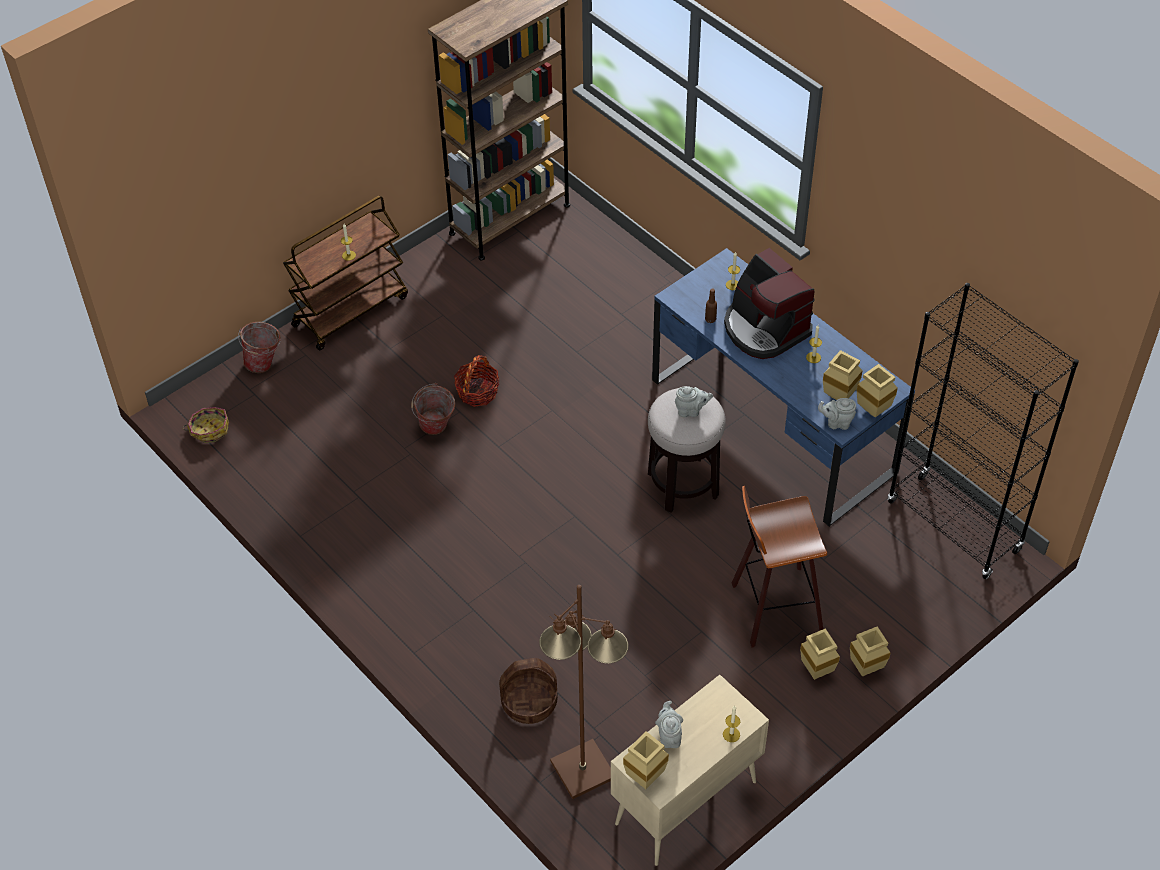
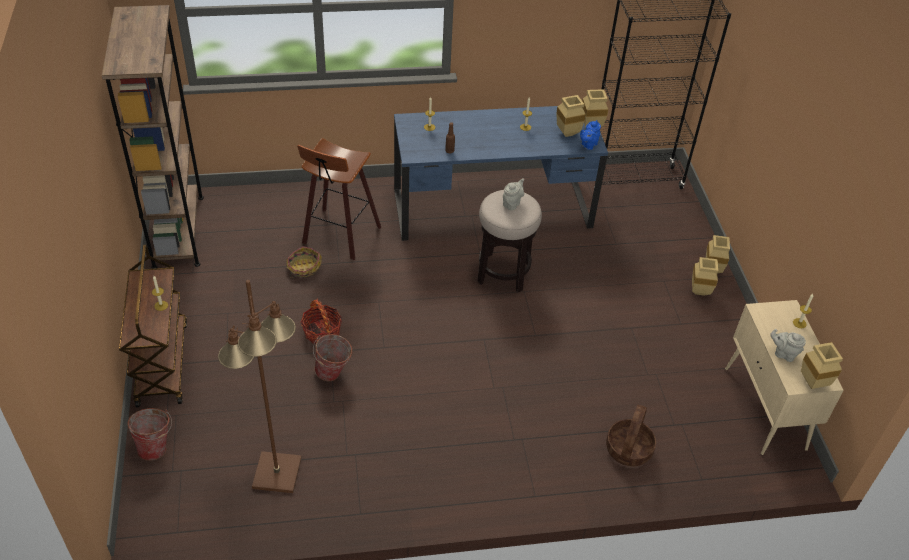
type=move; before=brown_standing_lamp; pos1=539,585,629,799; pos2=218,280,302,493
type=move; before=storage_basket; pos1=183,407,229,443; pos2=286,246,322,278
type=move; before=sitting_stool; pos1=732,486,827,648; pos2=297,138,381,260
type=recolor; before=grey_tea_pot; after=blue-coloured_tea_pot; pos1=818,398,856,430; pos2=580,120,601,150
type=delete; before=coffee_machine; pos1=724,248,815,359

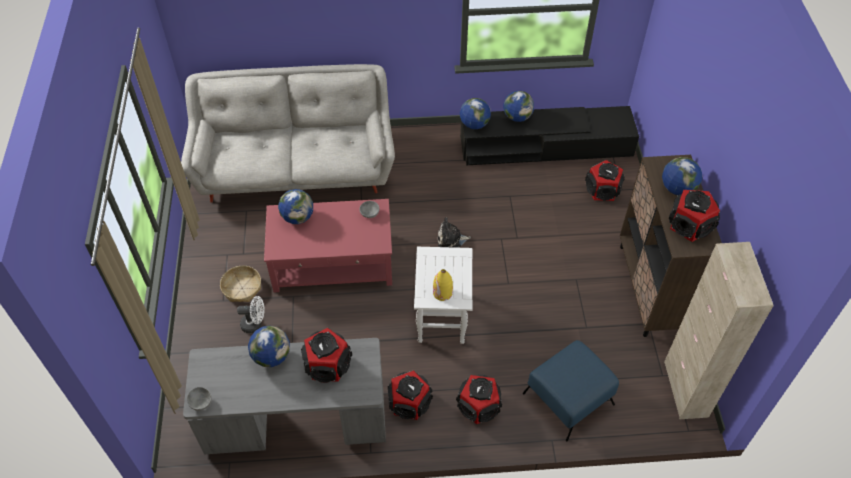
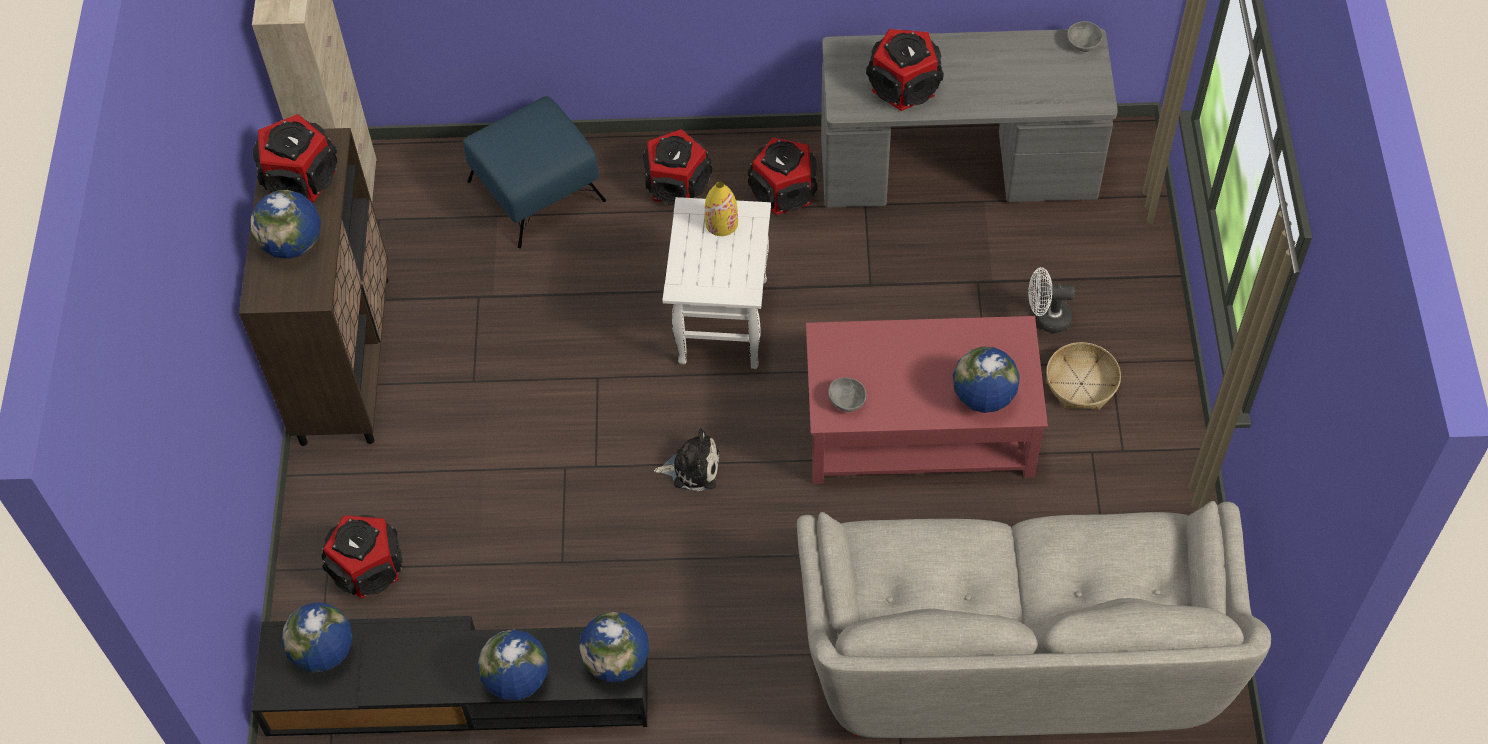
type=move; before=globe; pos1=248,326,290,367; pos2=282,602,353,673

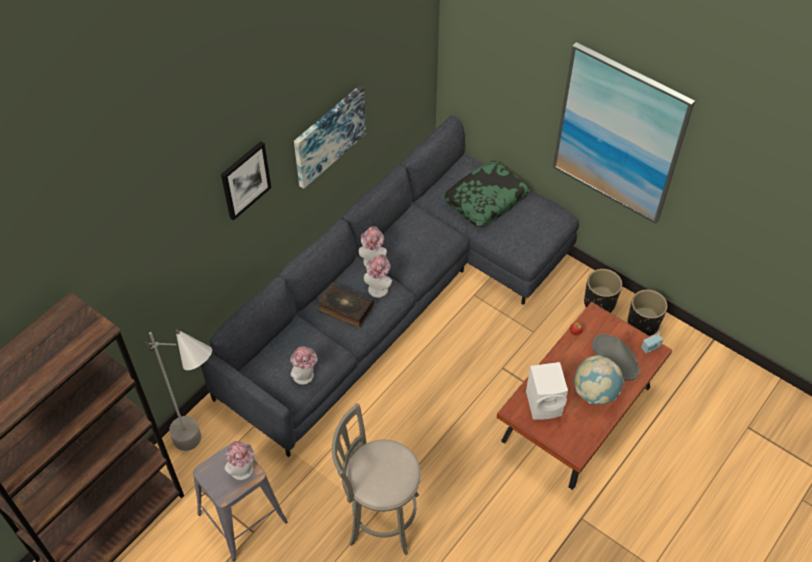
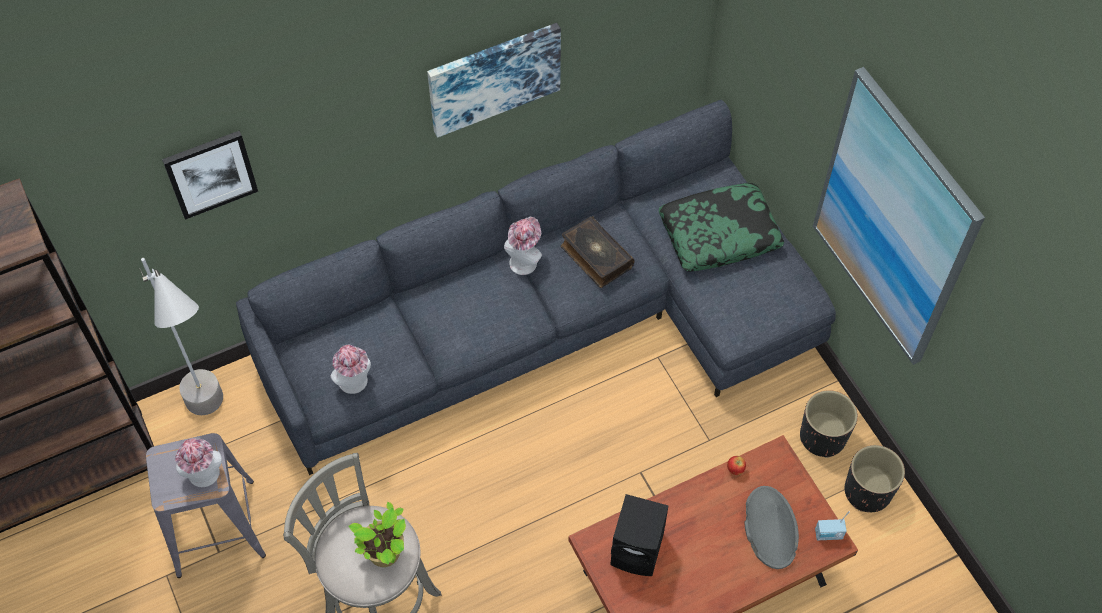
type=move; before=wall_picture; pos1=221,141,271,221; pos2=162,131,258,220
type=insert; after=plant_in_a_pot; pos2=348,502,406,567
type=move; before=bound_book; pos1=317,282,374,328; pos2=561,216,635,288
type=recolor; before=whitish_speaker; after=black_speaker; pos1=526,362,568,420; pos2=610,494,668,576
type=delete; before=hat; pos1=364,254,392,298
type=delete; before=globe; pos1=574,355,624,405

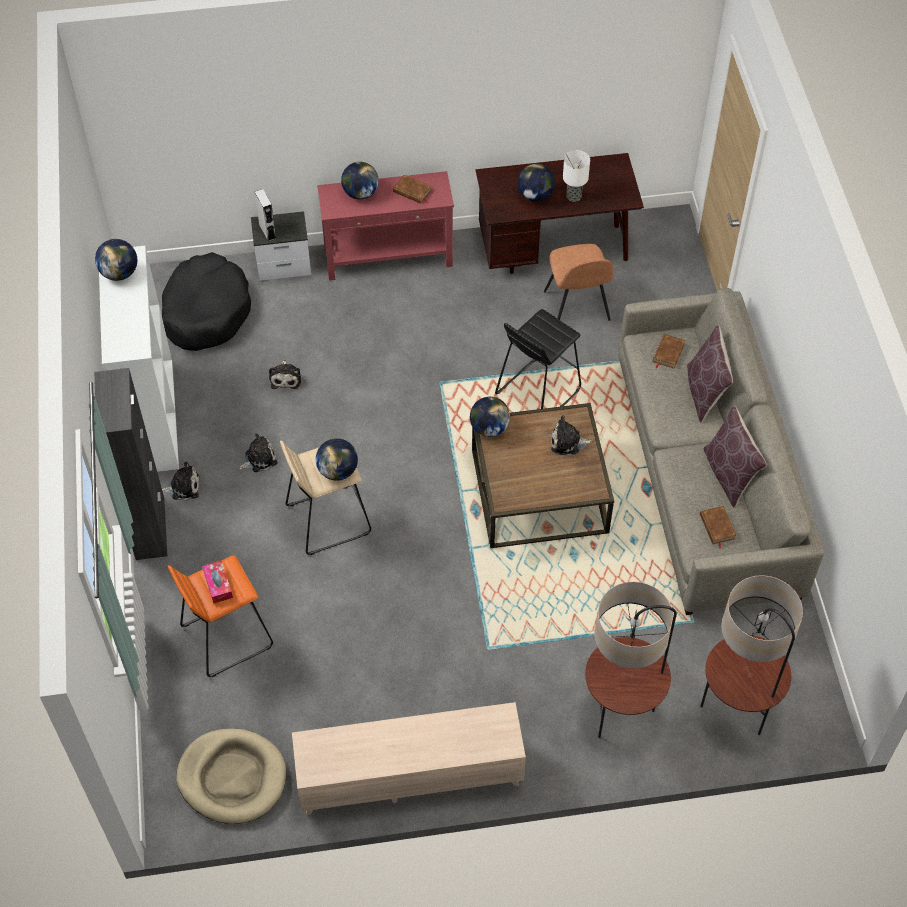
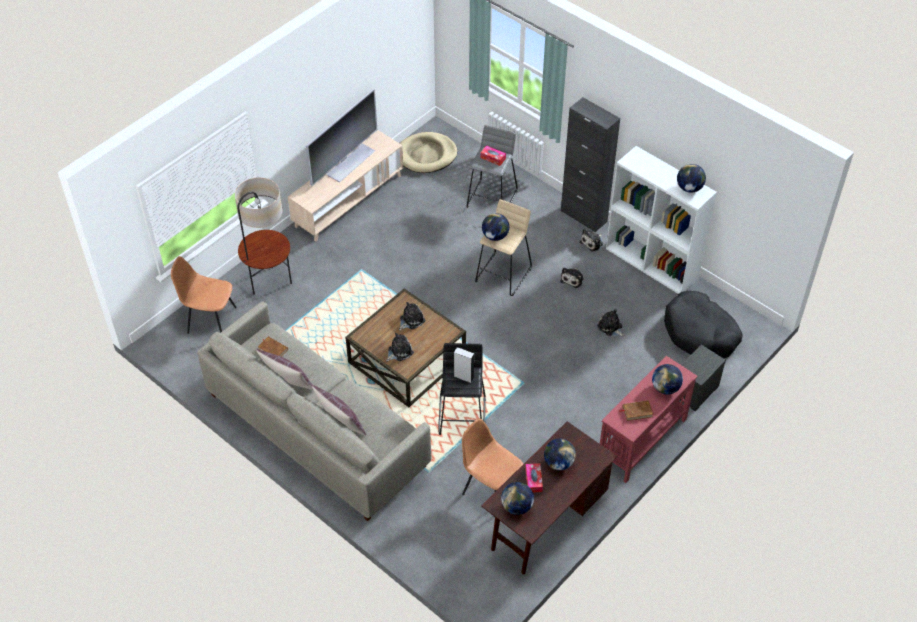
type=replace; before=standing_lamp; after=brown_plain_chair; pos1=700,575,803,735; pos2=171,256,237,334
type=insert; after=TV; pos2=306,89,377,186
type=insert; after=soft_toy; pos2=399,302,426,330
type=move; before=grey_speaker; pos1=255,189,276,241; pos2=454,347,474,383
type=recolor; before=orangey_sitting_stool; after=grey_sitting_stool; pos1=168,555,273,677; pos2=466,125,518,208
type=move; before=globe; pos1=470,397,510,437; pos2=501,482,534,515
type=replace; before=tabletop_lamp; after=tissue_holder; pos1=563,150,590,202; pos2=525,463,543,492
type=delete; before=brown_bound_book; pos1=653,334,685,369

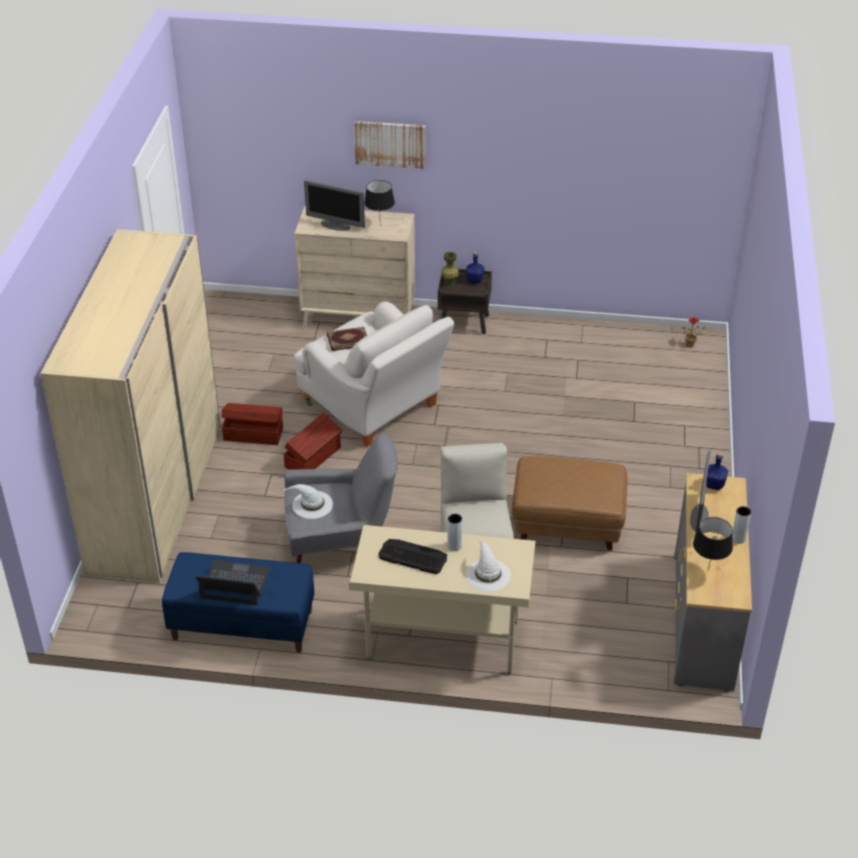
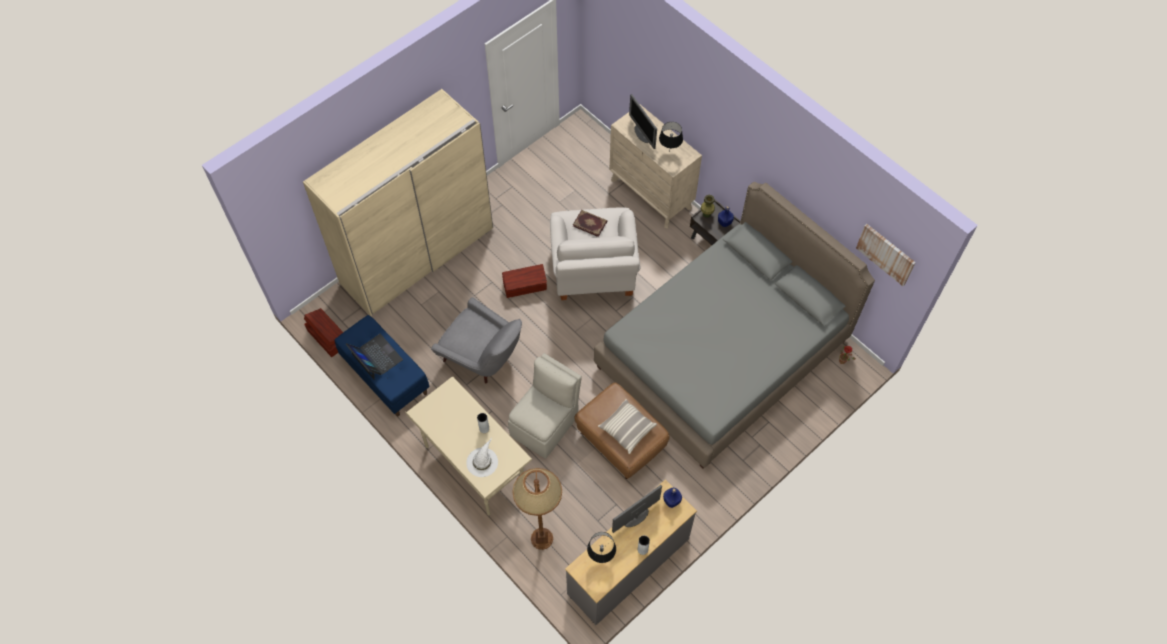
type=move; before=brown_storage_container; pos1=221,403,283,445; pos2=304,308,343,357
type=insert; after=brown_standing_lamp; pos2=512,468,562,550
type=insert; after=grey_bed; pos2=594,182,875,469
type=insert; after=cushion; pos2=598,399,657,454
type=move; before=wall_picture; pos1=354,121,425,169; pos2=856,224,916,286
type=delete; before=whitish_hat; pos1=283,484,333,519
type=delete; before=PC_keyboard; pos1=378,539,447,574

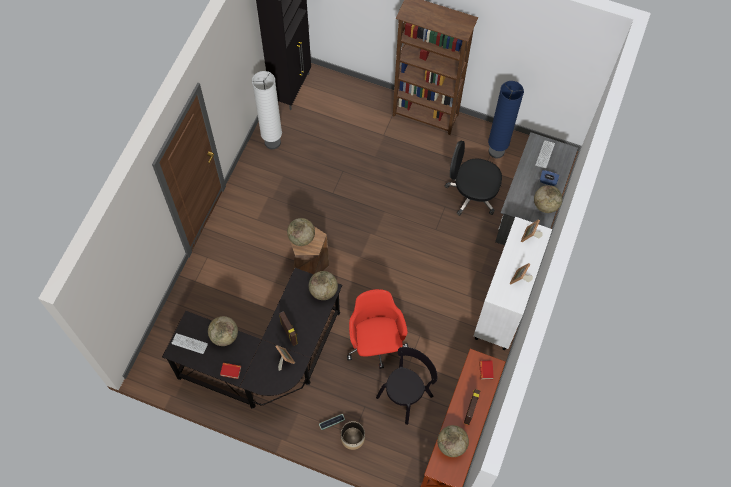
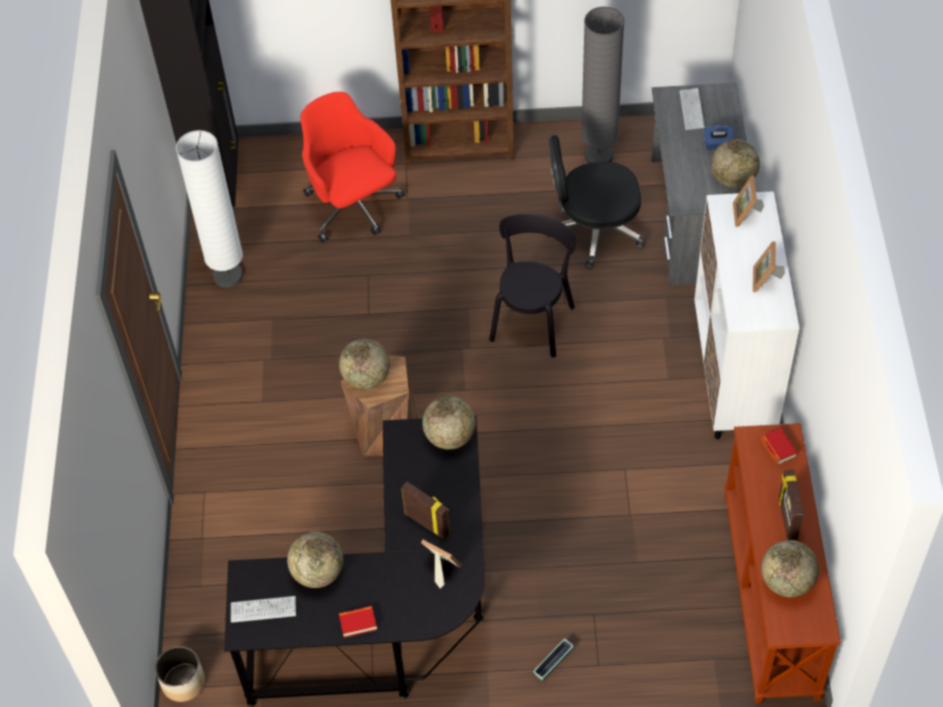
type=move; before=planter; pos1=341,421,365,450; pos2=155,646,205,702
type=move; before=red_computer_chair; pos1=347,289,408,369; pos2=300,92,405,243
type=move; before=black_plain_chair; pos1=376,347,437,425; pos2=489,214,577,358
type=recolor; before=blue-coloured_standing_lamp; after=grey_standing_lamp; pos1=488,81,524,158; pos2=581,7,625,163

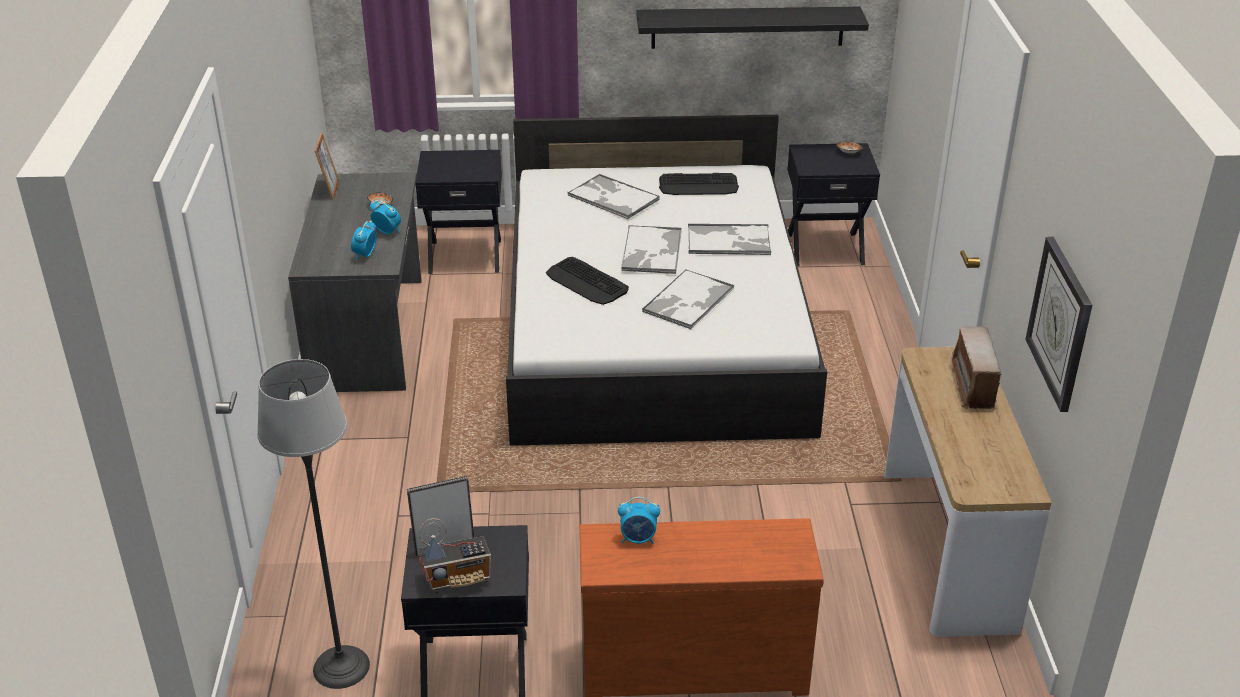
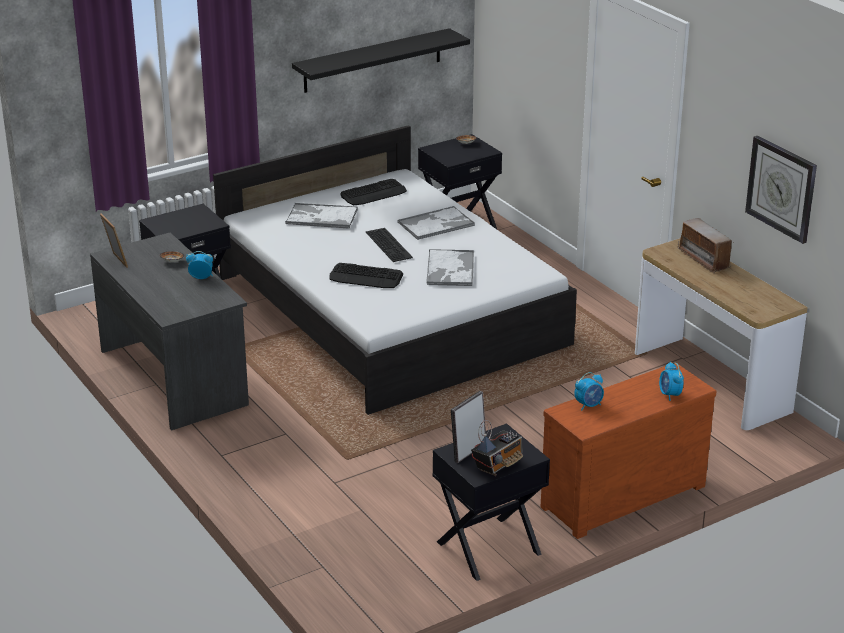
type=replace; before=carrying_tray; after=PC_keyboard; pos1=621,225,682,274; pos2=366,228,413,262
type=move; before=alarm_clock; pos1=351,220,377,260; pos2=659,362,684,401
type=delete; before=standing_lamp; pos1=257,359,370,689

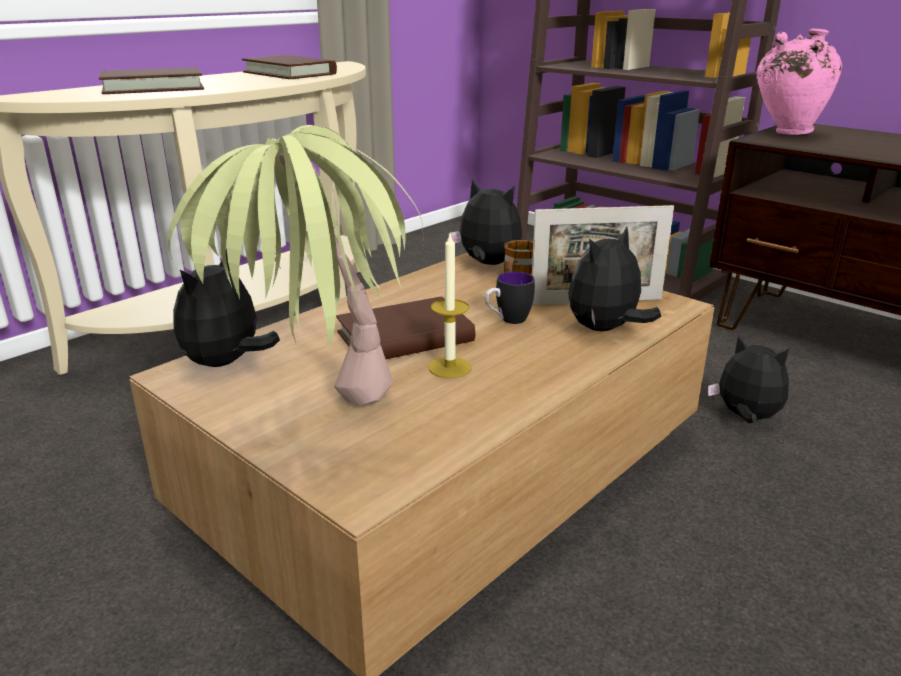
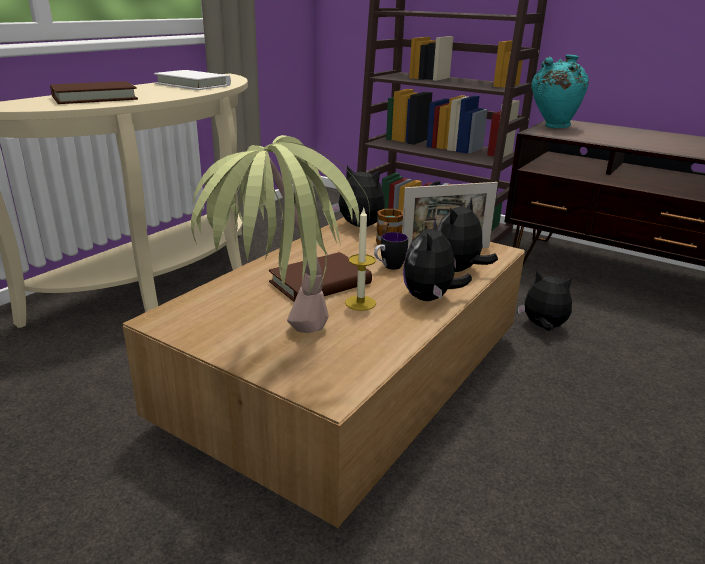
type=recolor; before=brown_bound_book; after=whitish_bound_book; pos1=242,55,337,79; pos2=154,70,231,90
type=move; before=soft_toy; pos1=173,248,280,367; pos2=403,218,472,301
type=recolor; before=pink-coloured_vase; after=turquoise_vase; pos1=756,29,842,135; pos2=531,54,589,128

